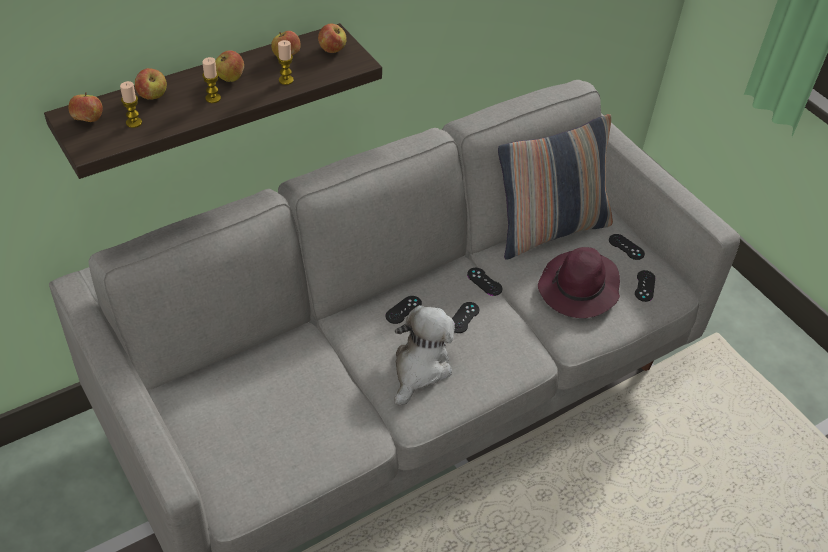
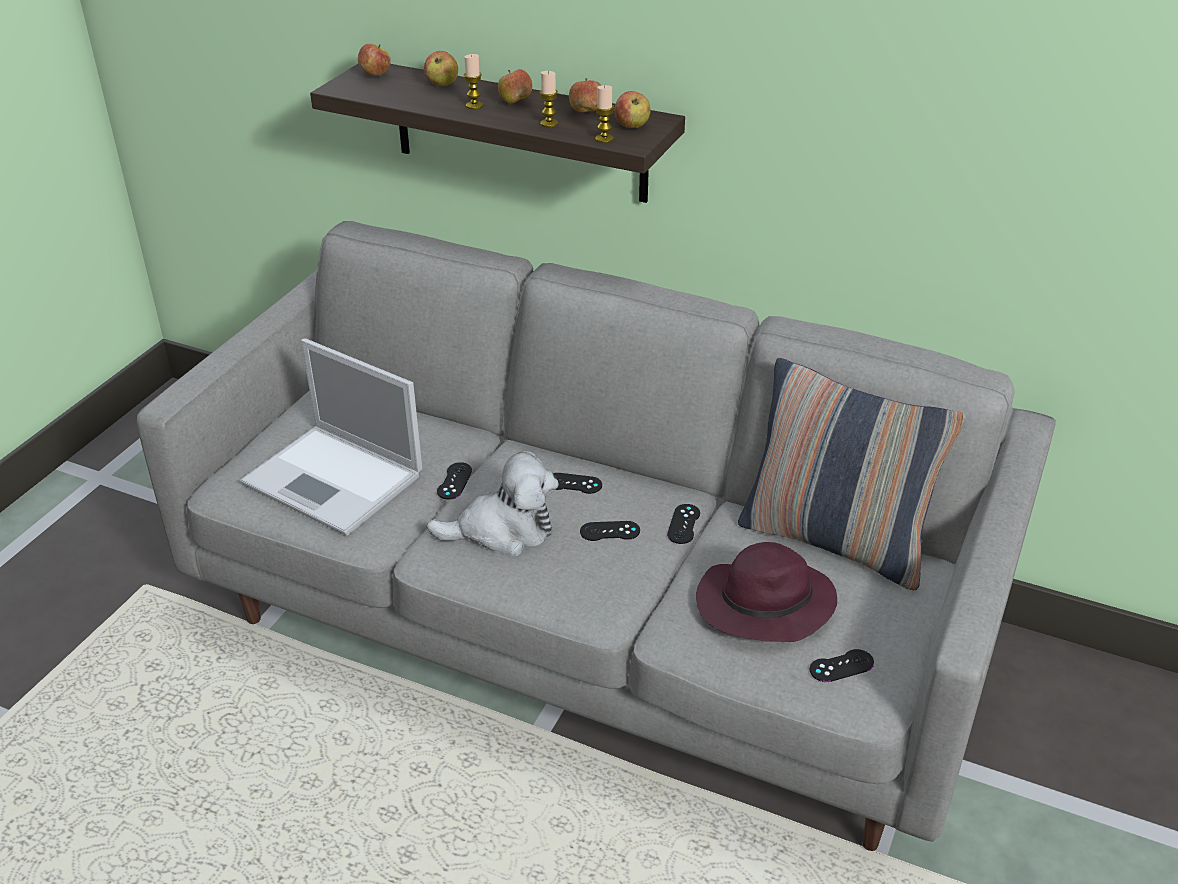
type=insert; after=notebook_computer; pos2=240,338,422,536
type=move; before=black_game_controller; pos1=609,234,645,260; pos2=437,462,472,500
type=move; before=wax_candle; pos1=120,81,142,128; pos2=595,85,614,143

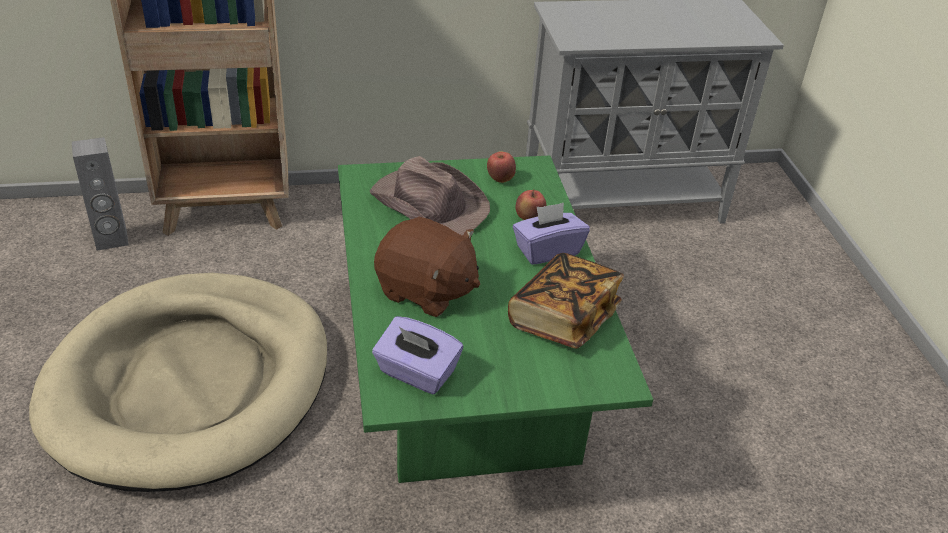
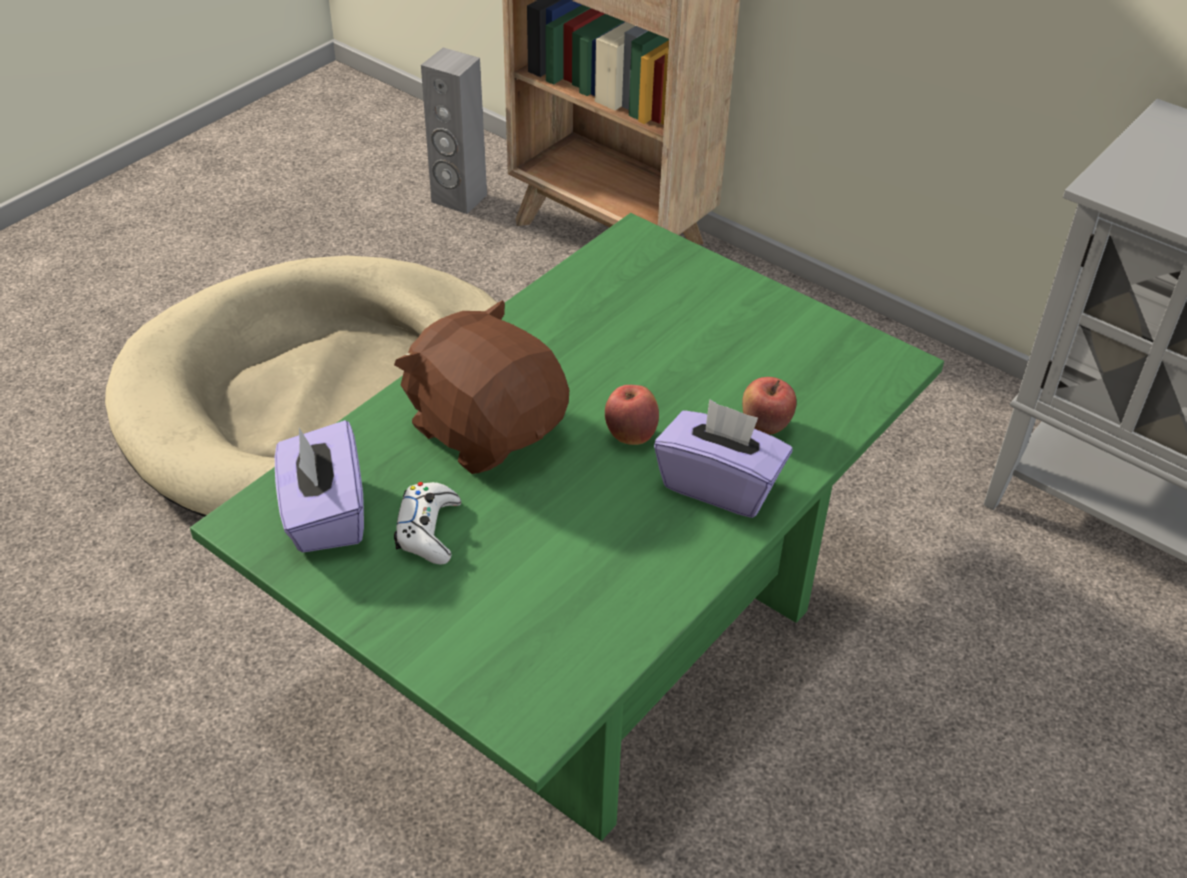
type=rotate; before=brown_soft_toy; pos1=374,217,480,317; pos2=394,300,569,474; turn=150
type=insert; after=whitish_game_controller; pos2=394,482,461,564
type=move; before=apple; pos1=487,151,516,183; pos2=605,385,659,445
type=delete; before=brown_hat; pos1=370,156,490,236
type=delete; before=bound_book; pos1=508,253,624,349

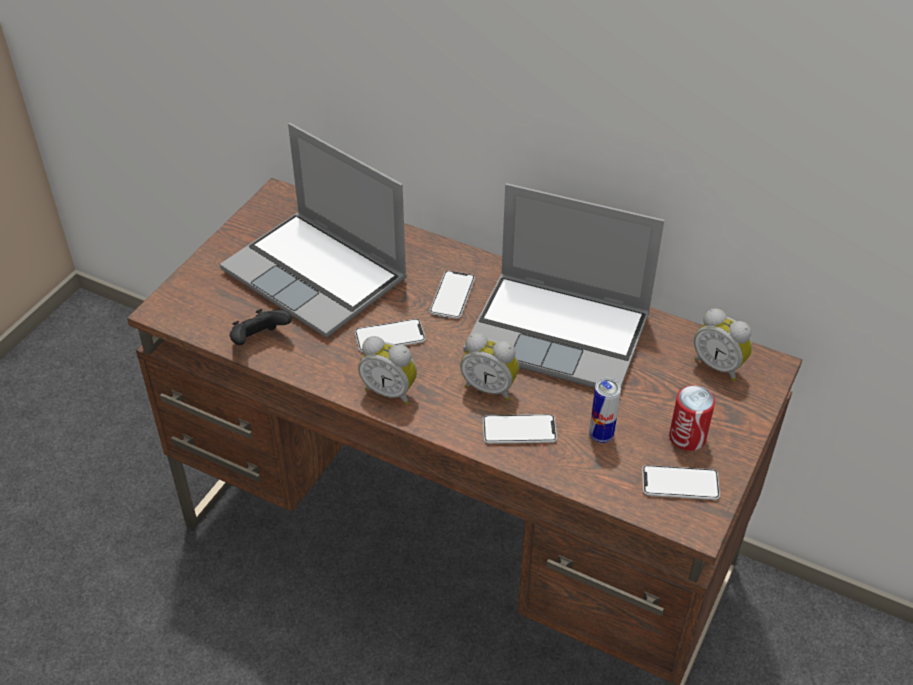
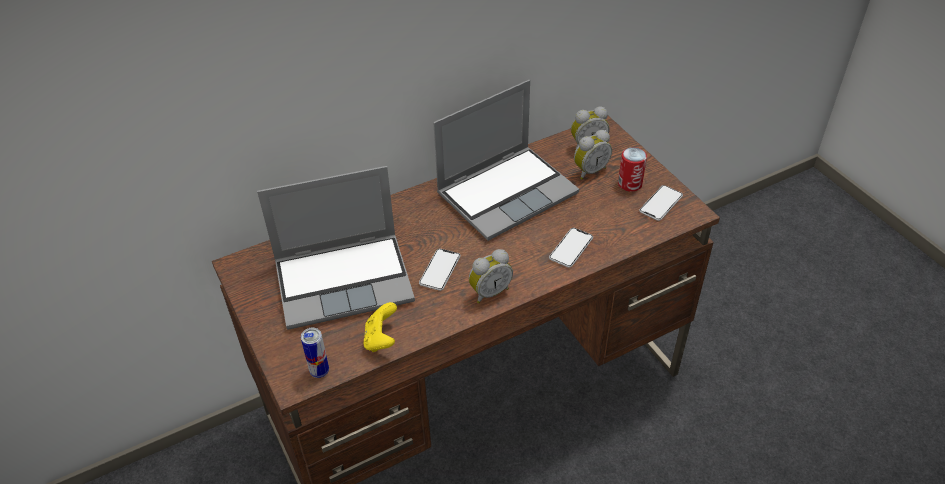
type=move; before=metal_can; pos1=589,378,621,443; pos2=301,328,329,378
type=recolor; before=black_game_controller; after=yellowish_game_controller; pos1=230,309,292,345; pos2=364,302,397,352
type=move; before=alarm_clock; pos1=460,333,519,401; pos2=574,130,612,180
type=delete; before=telephone; pos1=429,271,475,319

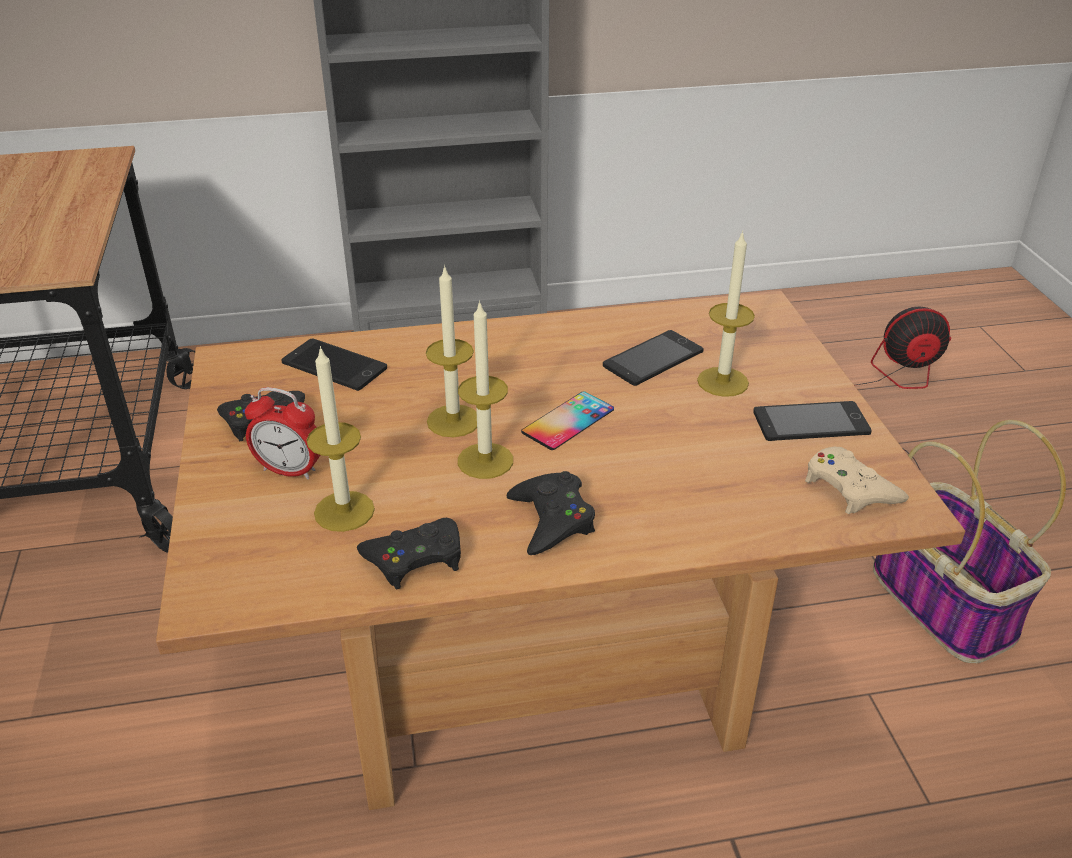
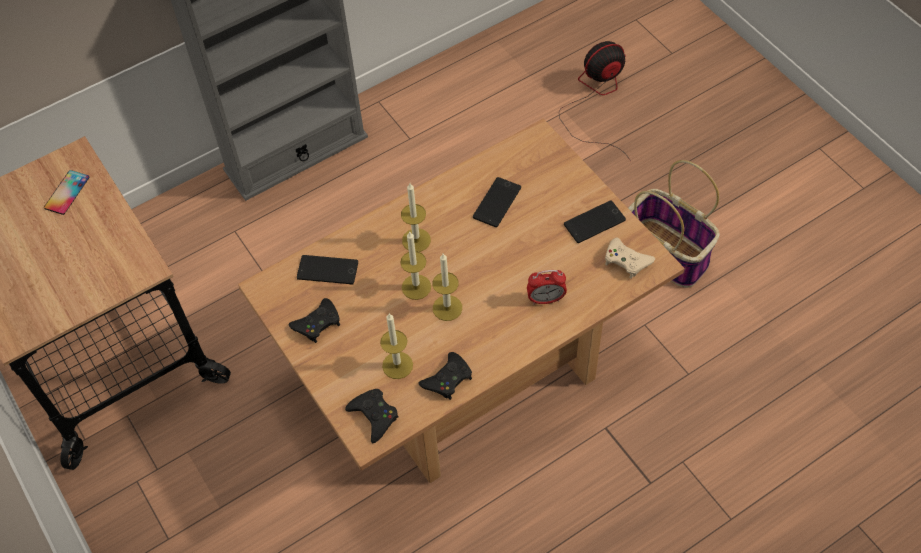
type=move; before=telephone; pos1=521,391,614,450; pos2=44,170,90,215
type=move; before=black_game_controller; pos1=507,471,595,555; pos2=345,389,398,443
type=move; before=wax_candle; pos1=697,231,755,397; pos2=401,183,431,252
type=move; before=alarm_clock; pos1=245,387,320,479; pos2=527,270,567,304

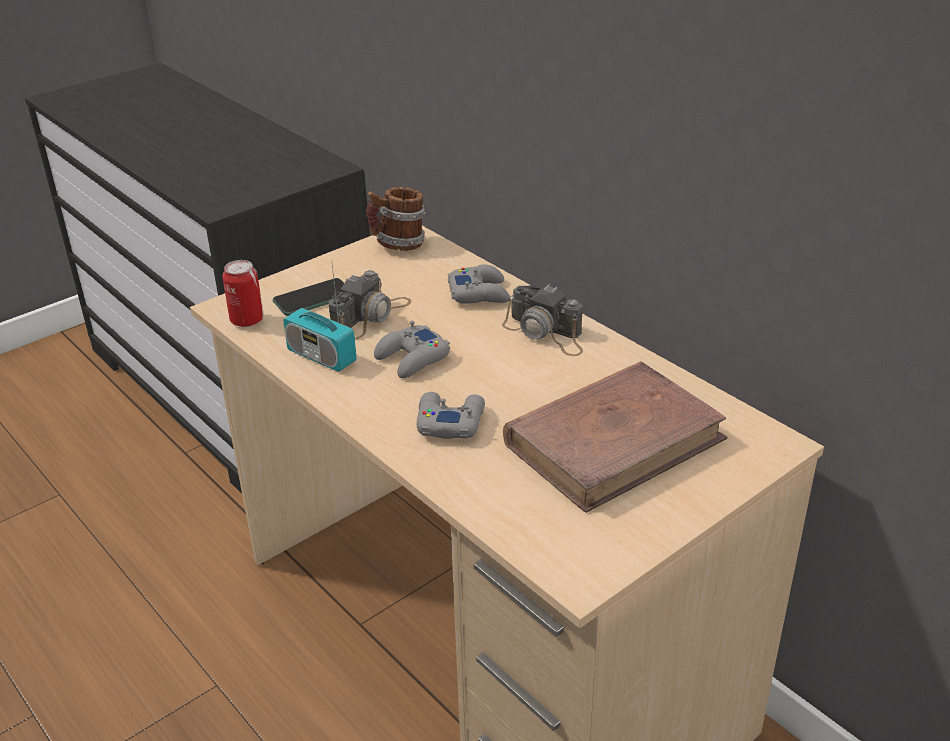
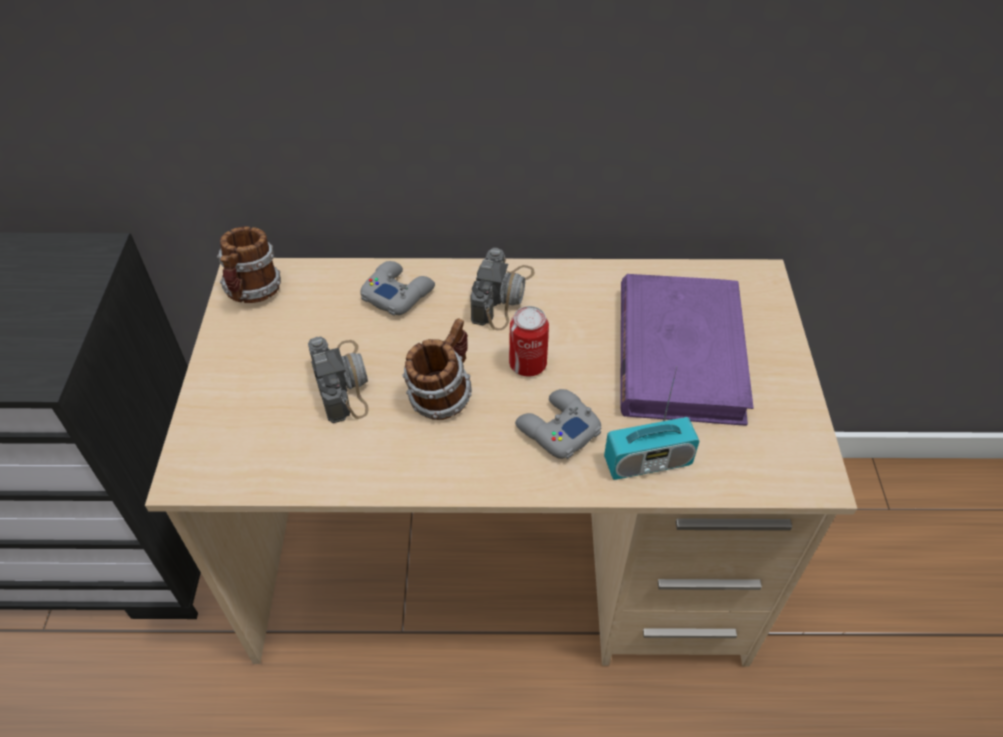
type=replace; before=grey_game_controller; after=coffee_mug; pos1=374,321,450,379; pos2=402,318,472,420
type=rotate; before=photo_camera; pos1=502,285,583,356; pos2=470,248,535,330; turn=-60
type=move; before=metal_can; pos1=222,260,264,327; pos2=509,306,549,377
type=move; before=radio; pos1=283,265,357,372; pos2=604,367,699,480
type=recolor; before=brown_bound_book; after=purple-coloured_bound_book; pos1=503,361,727,513; pos2=620,274,754,426
type=delete; before=telephone; pos1=273,278,344,316

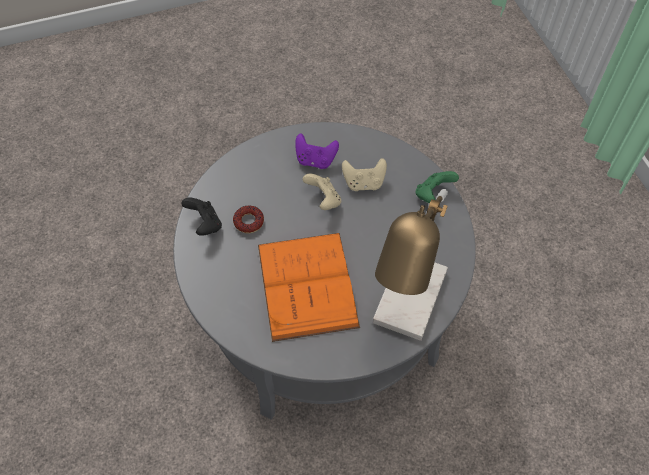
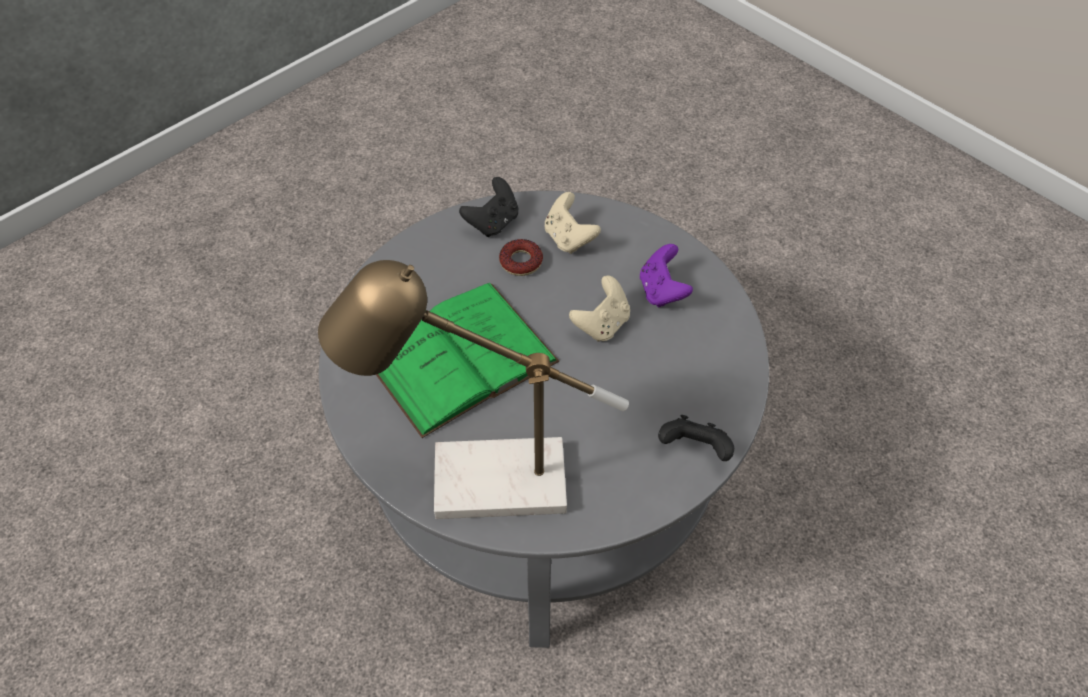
type=recolor; before=orangey_bound_book; after=greenish_bound_book; pos1=258,233,360,342; pos2=376,283,559,438
type=move; before=beige_game_controller; pos1=342,158,387,191; pos2=545,192,601,254
type=recolor; before=greenish_game_controller; after=black_game_controller; pos1=415,171,459,203; pos2=658,415,734,461

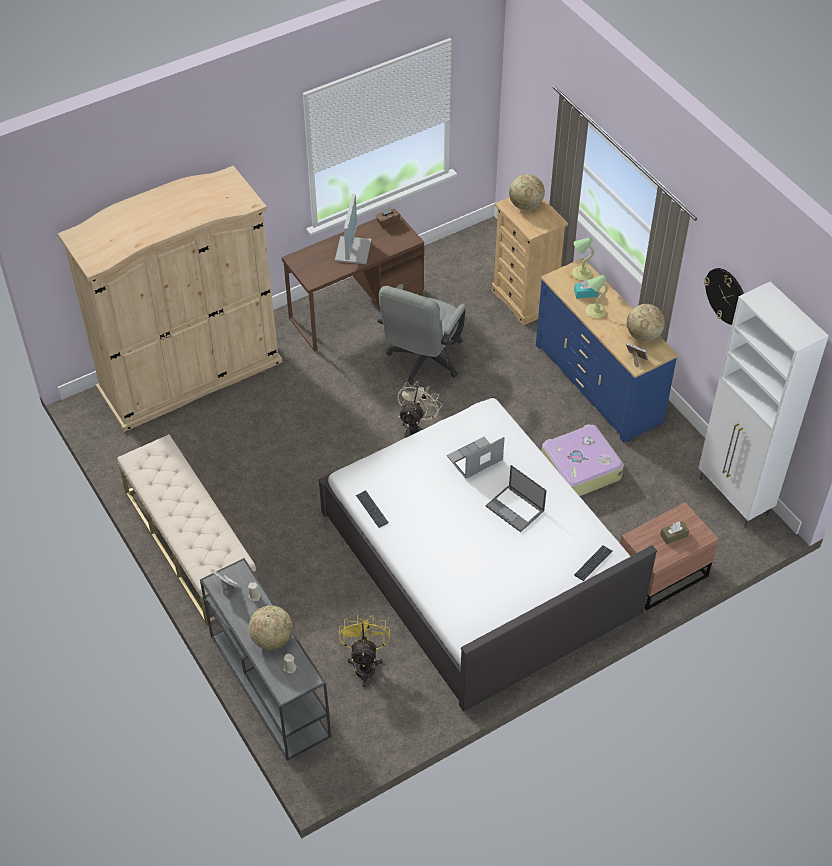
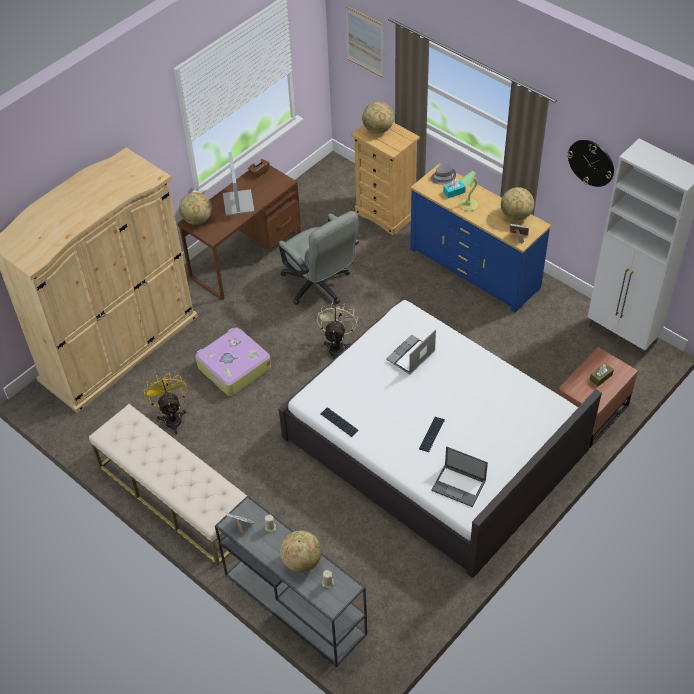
type=move; before=yellowish_electric_fan; pos1=339,614,390,687; pos2=144,372,187,435
type=insert; after=globe; pos2=179,192,212,225
type=move; before=suitcase; pos1=542,424,624,496; pos2=195,327,271,396
type=rotate; before=grey_computer_chair; pos1=378,284,466,385; pos2=279,211,359,305; turn=-45
type=insert; after=wall_picture; pos2=345,6,384,78
type=move; before=PC_keyboard; pos1=574,545,613,581; pos2=419,417,445,452
type=replace; before=tabletop_lamp; after=grey_hat; pos1=572,238,595,280; pos2=431,163,456,185
type=move; before=notebook_computer; pos1=486,465,547,532; pos2=431,446,488,507

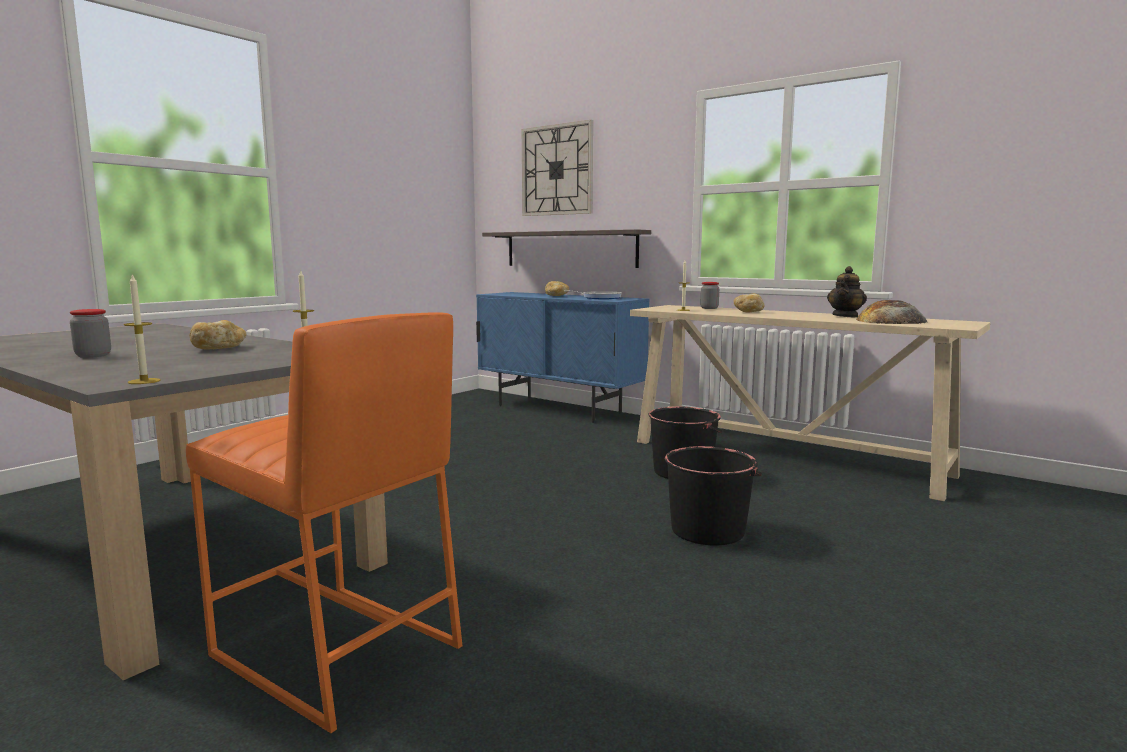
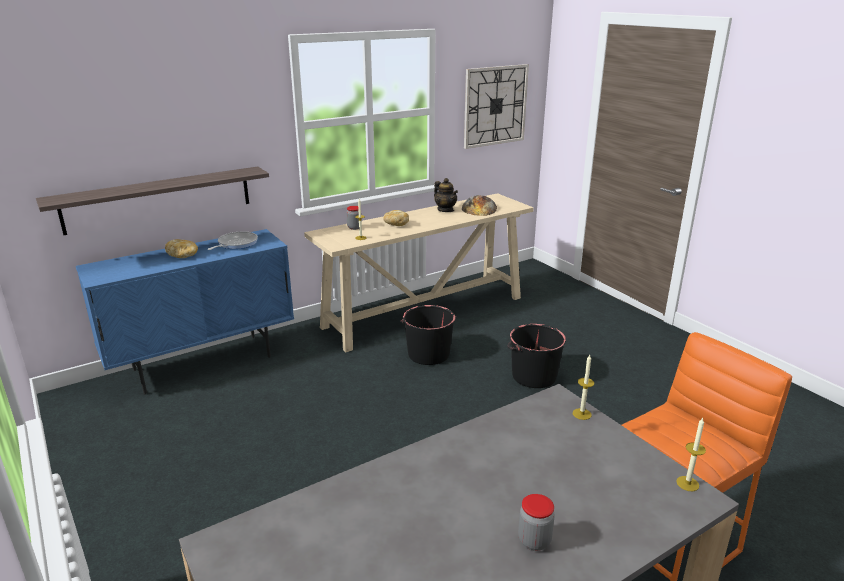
type=move; before=wall_clock; pos1=522,120,593,216; pos2=464,64,529,149
type=delete; before=bread; pos1=190,320,246,349

